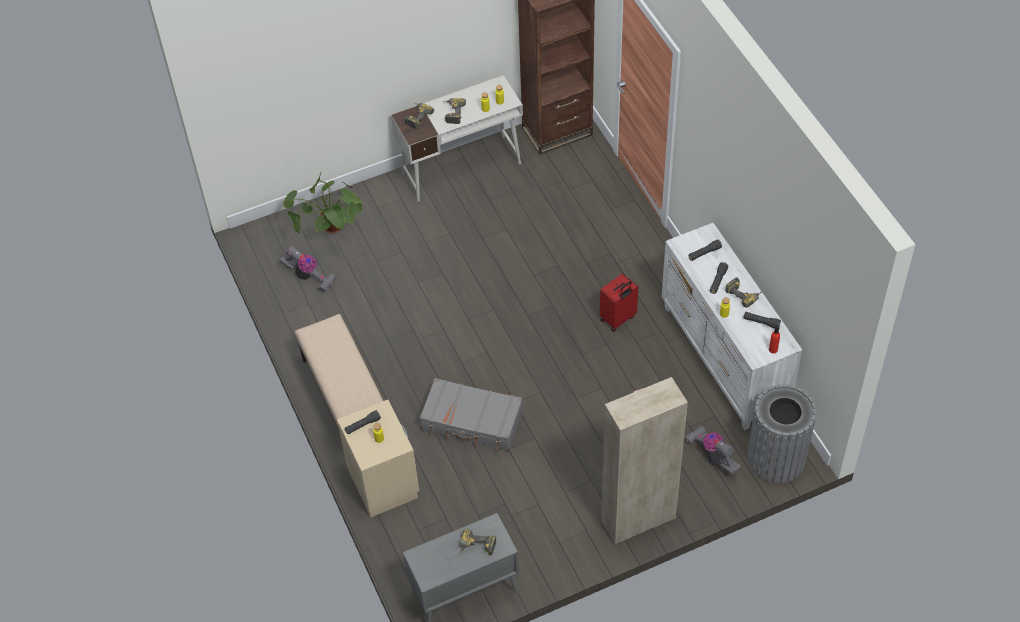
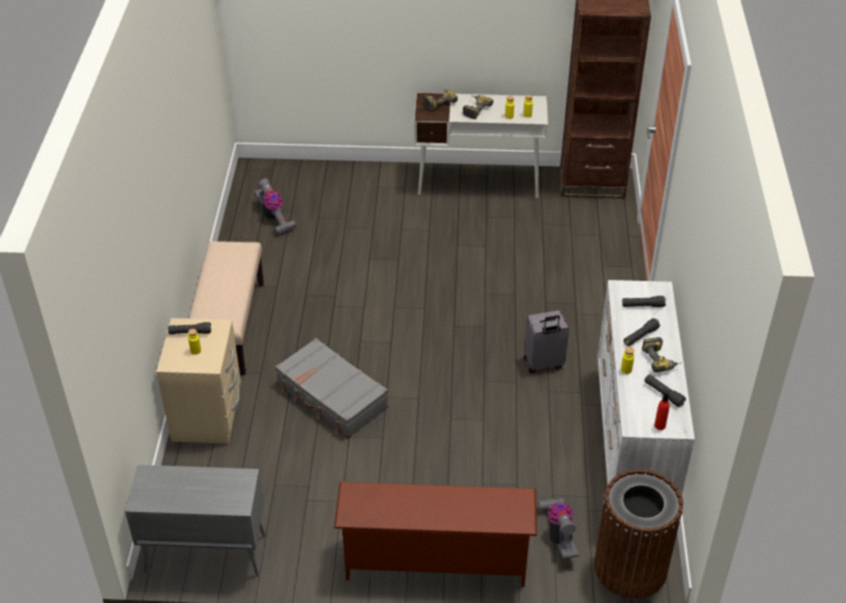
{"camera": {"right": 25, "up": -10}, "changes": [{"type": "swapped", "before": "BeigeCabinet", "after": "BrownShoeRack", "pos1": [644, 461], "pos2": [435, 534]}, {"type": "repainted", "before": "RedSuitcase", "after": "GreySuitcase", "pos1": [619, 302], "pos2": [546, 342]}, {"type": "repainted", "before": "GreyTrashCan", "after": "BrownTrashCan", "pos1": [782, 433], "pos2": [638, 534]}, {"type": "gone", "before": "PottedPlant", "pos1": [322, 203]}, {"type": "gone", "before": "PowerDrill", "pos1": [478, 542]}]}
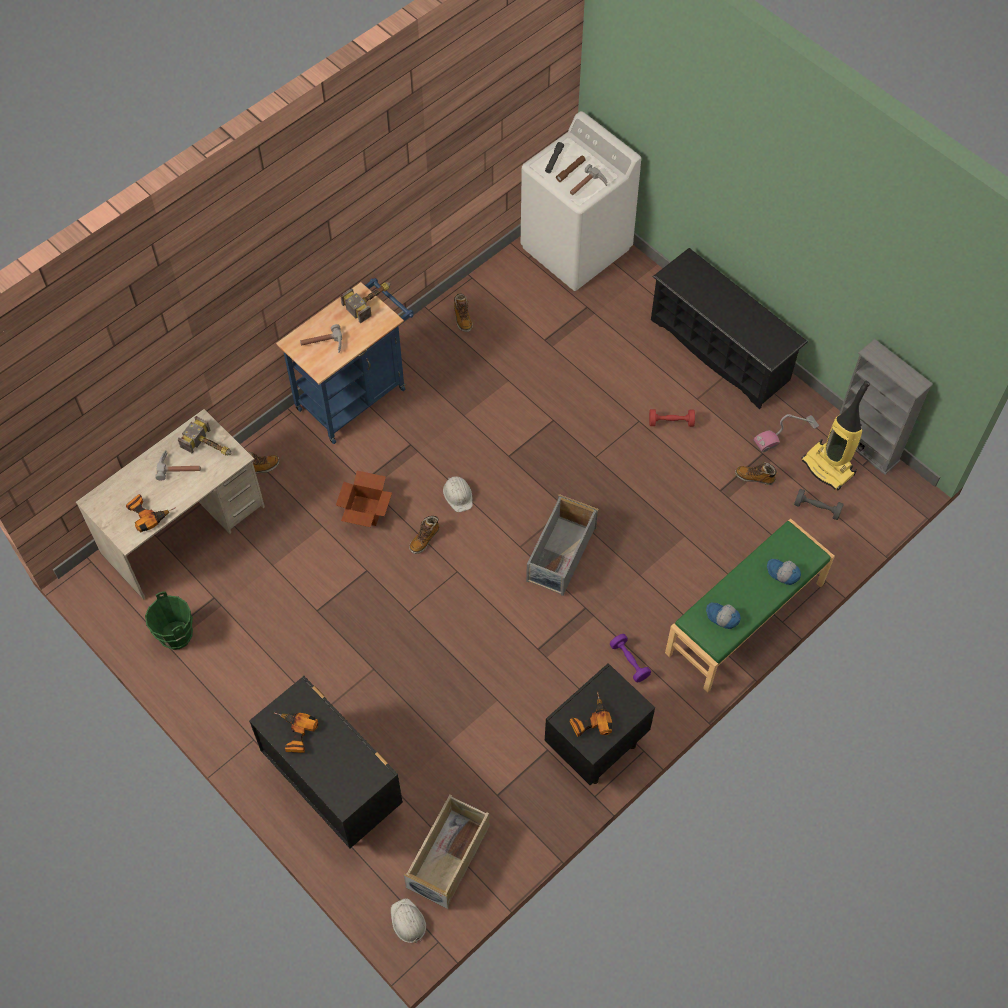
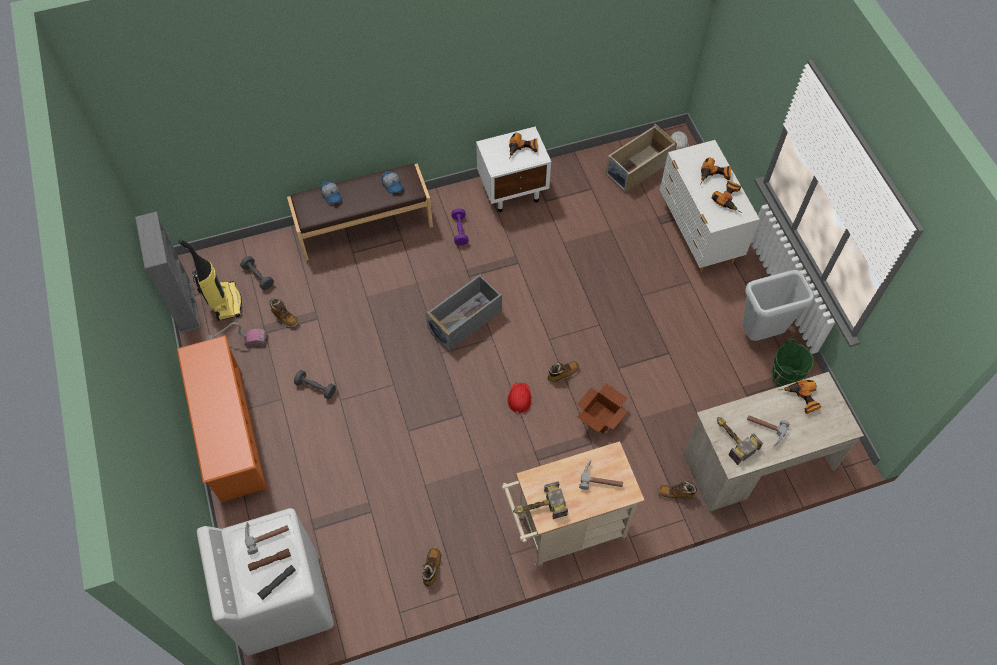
{"camera": {"right": -155, "up": 0}, "changes": [{"type": "repainted", "before": "BlackShoeRack", "after": "OrangeShoeRack", "pos1": [729, 328], "pos2": [222, 418]}, {"type": "repainted", "before": "GreenBench", "after": "BrownBench", "pos1": [750, 606], "pos2": [360, 212]}, {"type": "repainted", "before": "RedDumbbell", "after": "GreyDumbbell", "pos1": [672, 418], "pos2": [315, 384]}, {"type": "repainted", "before": "BlackNightstand", "after": "WhiteNightstand", "pos1": [600, 724], "pos2": [513, 169]}, {"type": "repainted", "before": "BlueCart", "after": "BeigeCart", "pos1": [345, 361], "pos2": [572, 503]}, {"type": "repainted", "before": "WhiteHardHat", "after": "RedHardHat", "pos1": [458, 494], "pos2": [519, 399]}, {"type": "repainted", "before": "BlackDresser", "after": "WhiteDresser", "pos1": [326, 762], "pos2": [710, 206]}, {"type": "new", "after": "PowerDrill", "pos2": [715, 171]}, {"type": "new", "after": "GreyTrashCan", "pos2": [778, 305]}]}
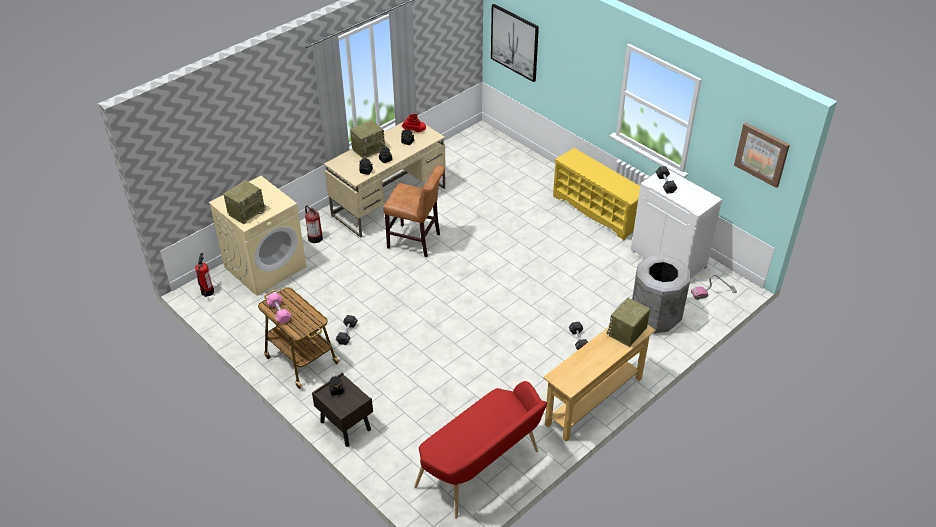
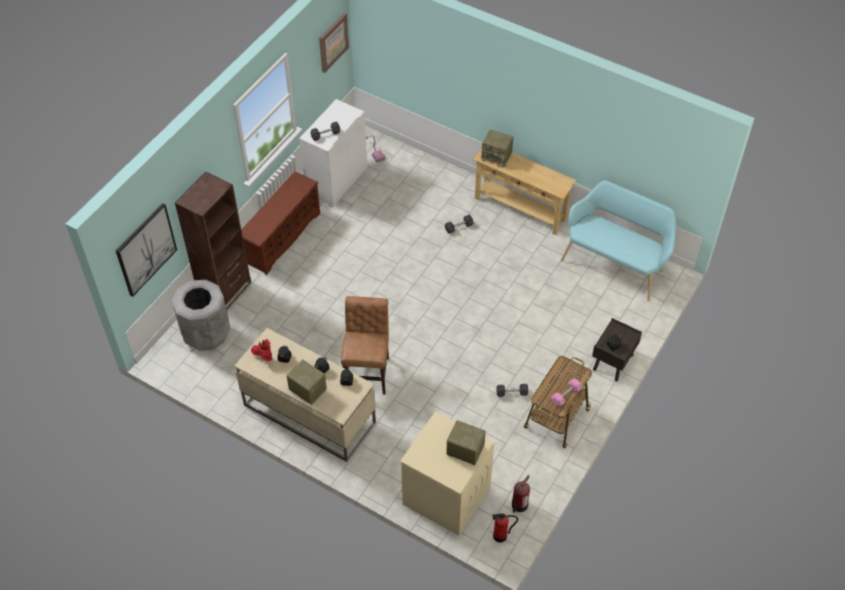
{"camera": {"right": -105, "up": 10}, "changes": [{"type": "shifted", "before": "GreyTrashCan", "pos1": [661, 294], "pos2": [201, 315]}, {"type": "new", "after": "BrownBookcase", "pos2": [213, 240]}, {"type": "repainted", "before": "YellowShoeRack", "after": "BrownShoeRack", "pos1": [596, 194], "pos2": [280, 223]}, {"type": "shifted", "before": "FireExtinguisher", "pos1": [314, 224], "pos2": [521, 493]}, {"type": "repainted", "before": "RedBench", "after": "TurquoiseBench", "pos1": [480, 449], "pos2": [618, 240]}]}
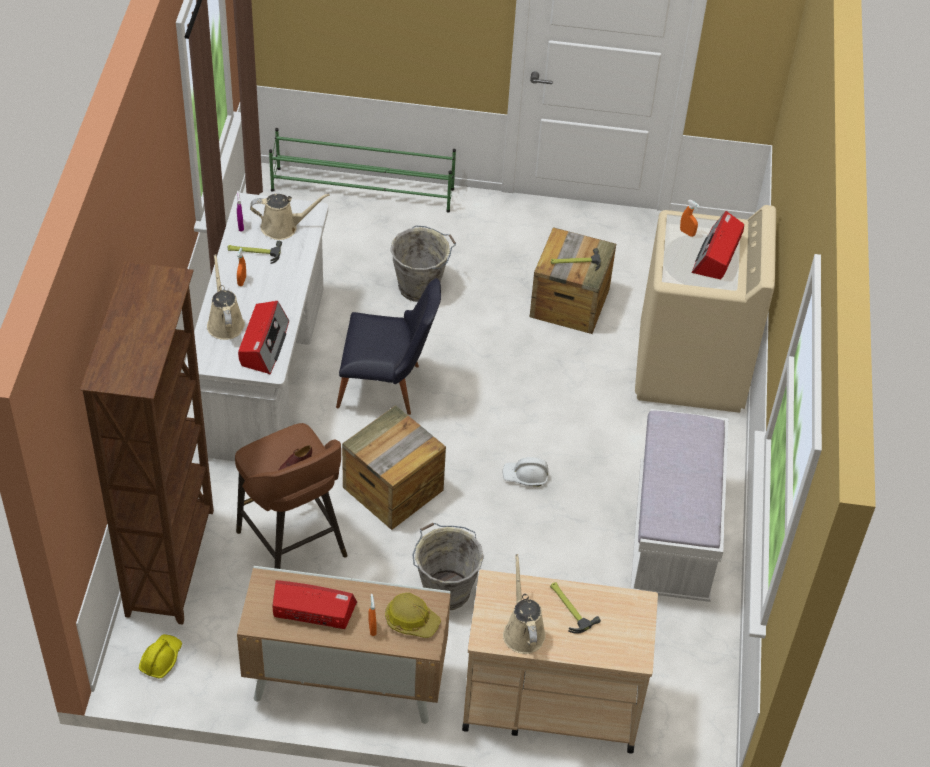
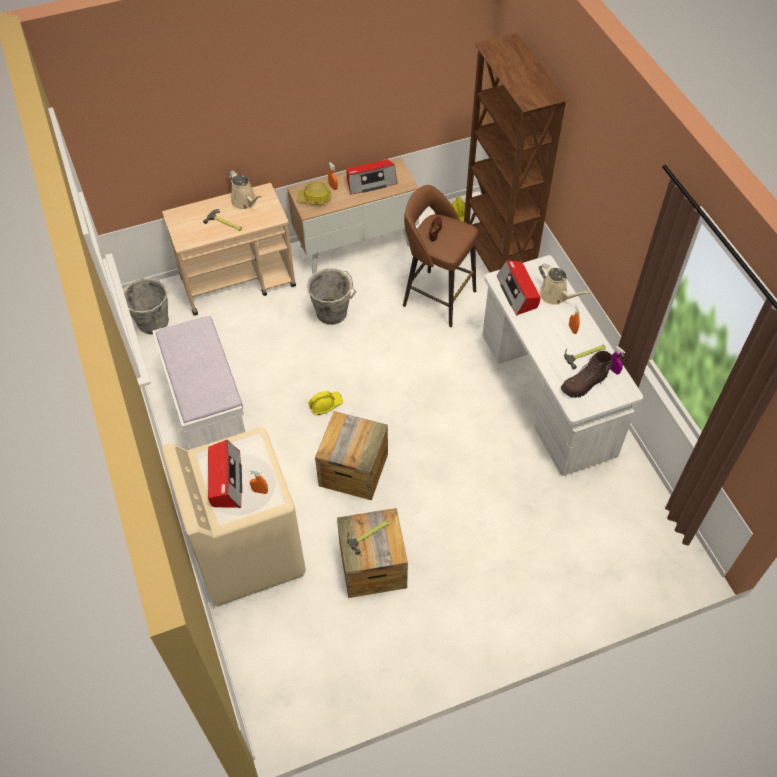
{"camera": {"right": 155, "up": 5}, "changes": [{"type": "shifted", "before": "GreyBucket", "pos1": [423, 263], "pos2": [145, 306]}, {"type": "repainted", "before": "WhiteHardHat", "after": "YellowHardHat", "pos1": [525, 471], "pos2": [325, 403]}, {"type": "shifted", "before": "Crate", "pos1": [394, 467], "pos2": [351, 455]}, {"type": "swapped", "before": "BeigeWateringCan", "after": "BrownBoot", "pos1": [290, 217], "pos2": [587, 374]}, {"type": "gone", "before": "GreenShoeRack", "pos1": [362, 170]}, {"type": "gone", "before": "BlackChair", "pos1": [388, 346]}]}
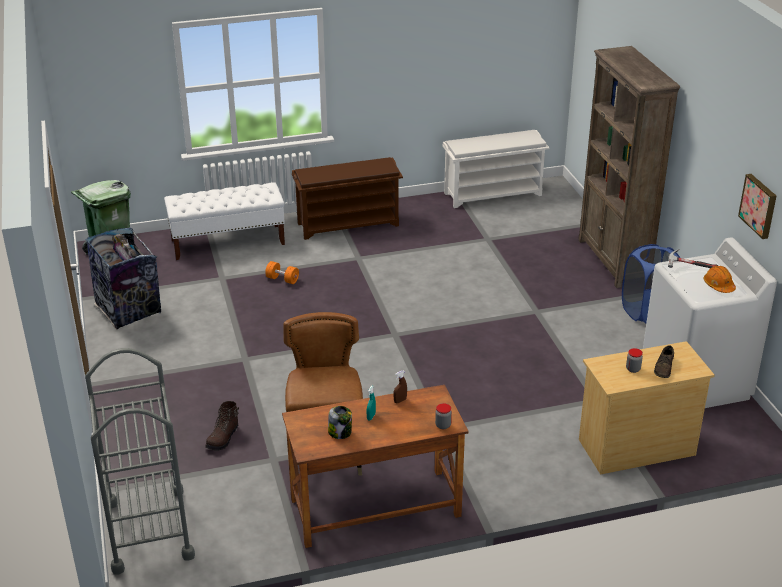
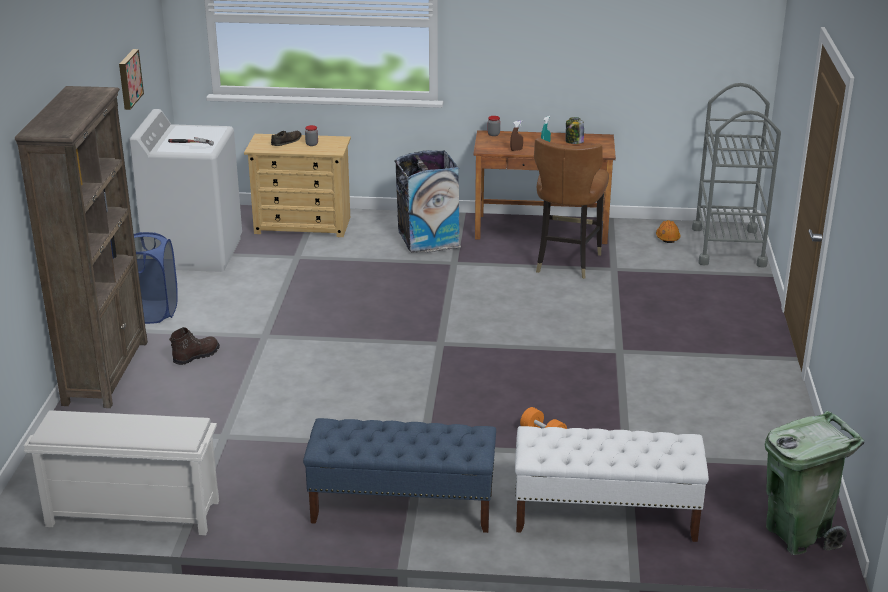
{"camera": {"right": -160, "up": -5}, "changes": [{"type": "shifted", "before": "BrownBoot", "pos1": [222, 426], "pos2": [194, 346]}, {"type": "swapped", "before": "BrownShoeRack", "after": "BlueBench", "pos1": [347, 198], "pos2": [399, 475]}, {"type": "shifted", "before": "TrashCan", "pos1": [123, 278], "pos2": [427, 201]}, {"type": "shifted", "before": "OrangeHardHat", "pos1": [720, 279], "pos2": [668, 231]}]}
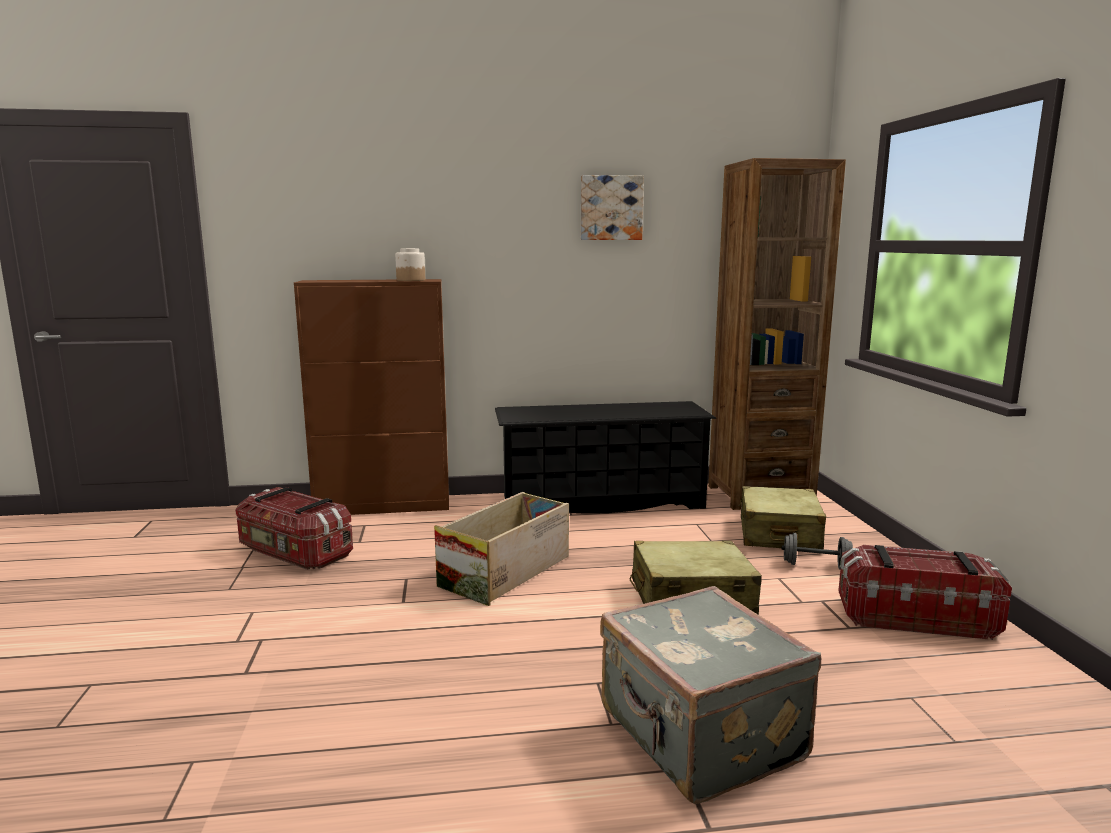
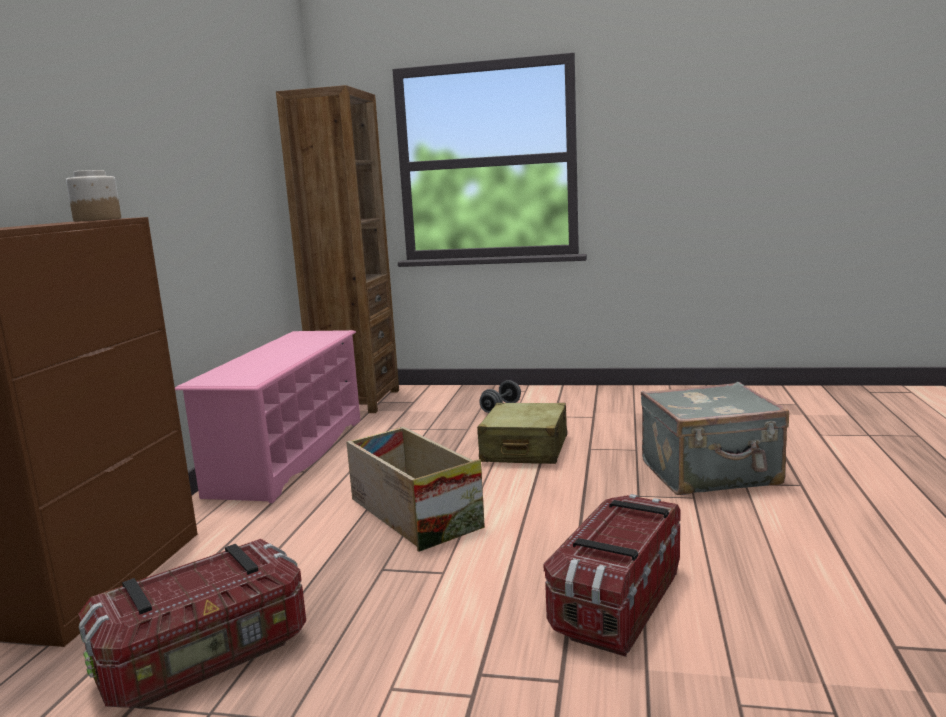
{"camera": {"right": -70, "up": 0}, "changes": [{"type": "repainted", "before": "BlackShoeRack", "after": "PinkShoeRack", "pos1": [605, 457], "pos2": [268, 416]}, {"type": "shifted", "before": "StorageBox", "pos1": [925, 592], "pos2": [612, 575]}, {"type": "gone", "before": "Picture", "pos1": [612, 207]}, {"type": "gone", "before": "BeigeSuitcase", "pos1": [782, 517]}]}
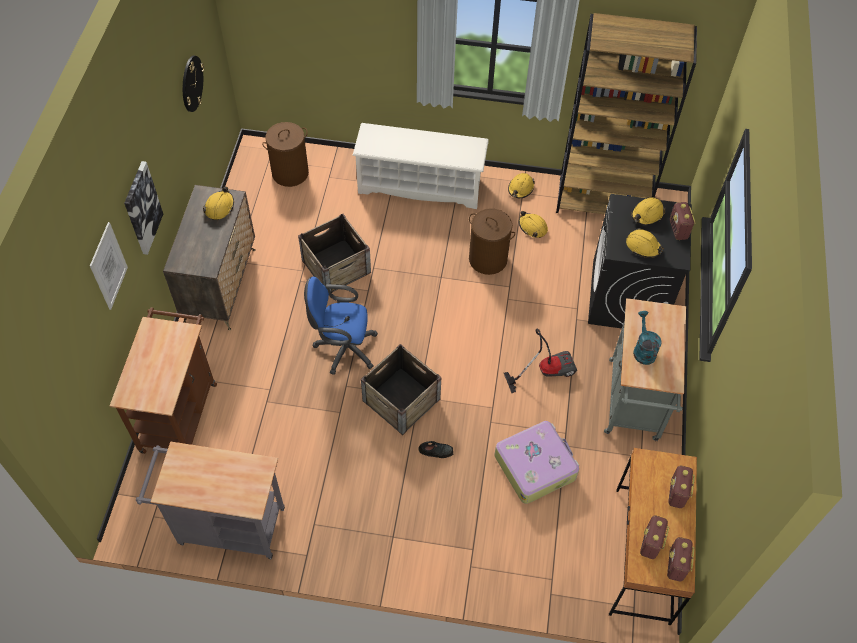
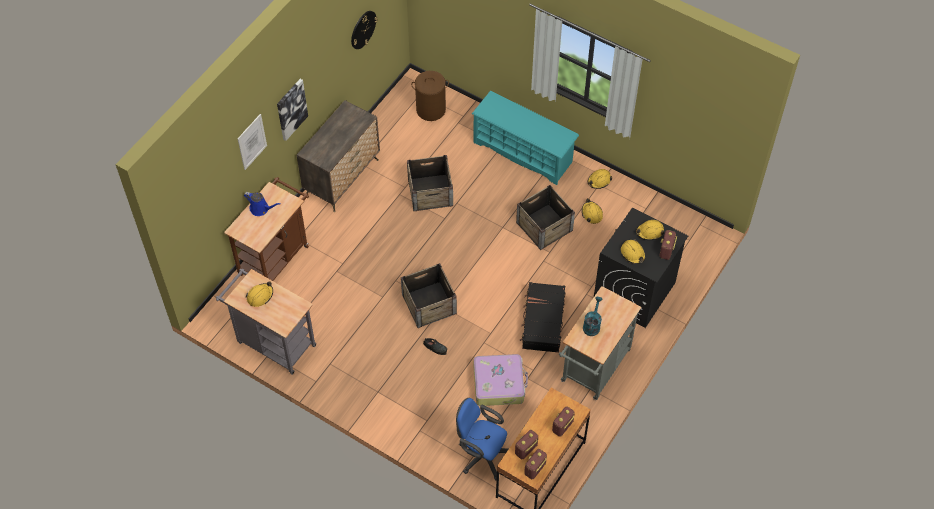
{"camera": {"right": 25, "up": 0}, "changes": [{"type": "new", "after": "BlueWateringCan", "pos2": [262, 204]}, {"type": "shifted", "before": "YellowHardHat", "pos1": [218, 203], "pos2": [259, 294]}, {"type": "shifted", "before": "BlueOfficeChair", "pos1": [341, 326], "pos2": [482, 439]}, {"type": "repainted", "before": "WhiteShoeRack", "after": "TurquoiseShoeRack", "pos1": [420, 166], "pos2": [525, 138]}, {"type": "swapped", "before": "BrownLaundryBasket", "after": "Crate", "pos1": [492, 241], "pos2": [545, 217]}, {"type": "swapped", "before": "VacuumCleaner", "after": "BlackSuitcase", "pos1": [540, 361], "pos2": [542, 317]}, {"type": "gone", "before": "BrownBookcase", "pos1": [626, 114]}]}
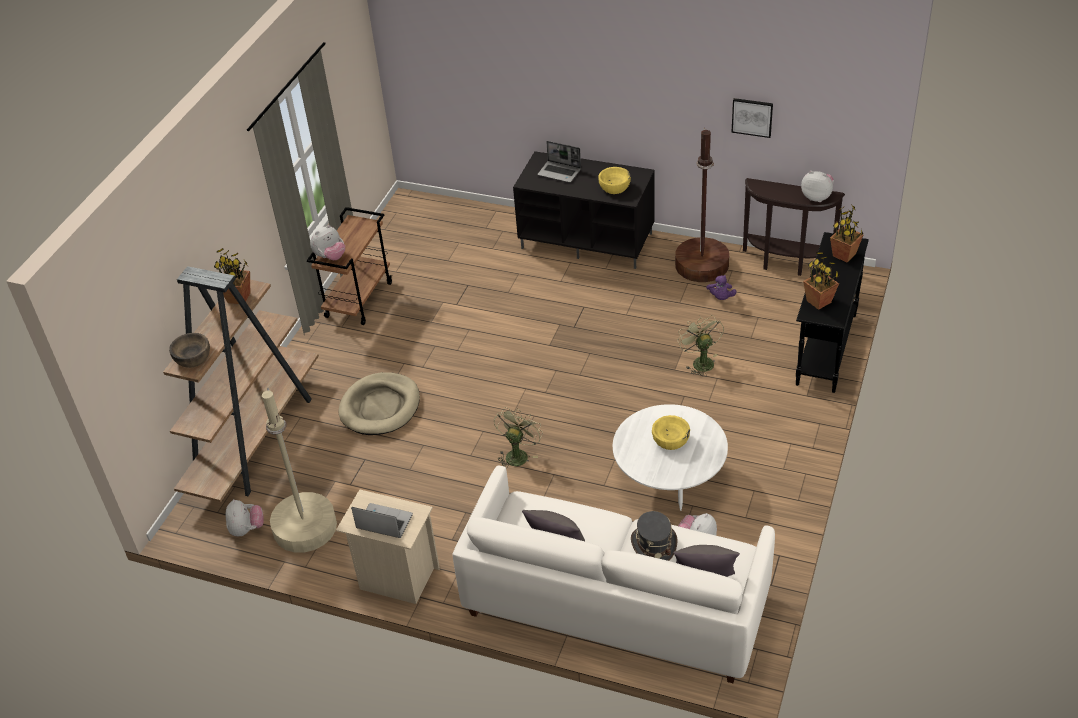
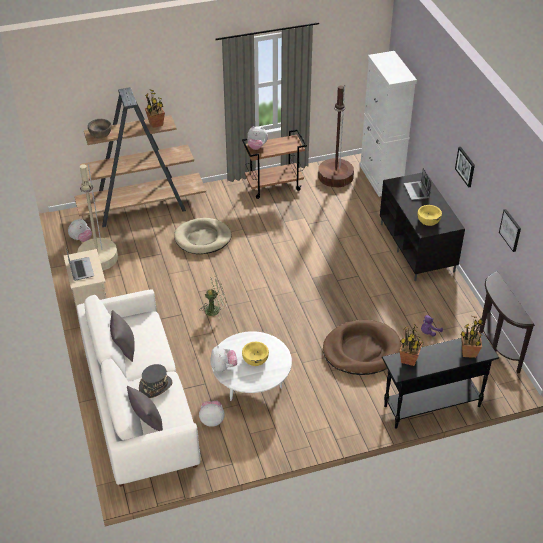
{"camera": {"right": 50, "up": 0}, "changes": [{"type": "shifted", "before": "PlushToy", "pos1": [817, 186], "pos2": [223, 358]}, {"type": "shifted", "before": "BrownFloorLamp", "pos1": [702, 205], "pos2": [336, 136]}, {"type": "swapped", "before": "GreenFan", "after": "BrownDogBed", "pos1": [700, 346], "pos2": [362, 347]}, {"type": "new", "after": "WhiteCabinet", "pos2": [388, 124]}, {"type": "new", "after": "Picture", "pos2": [465, 167]}]}
